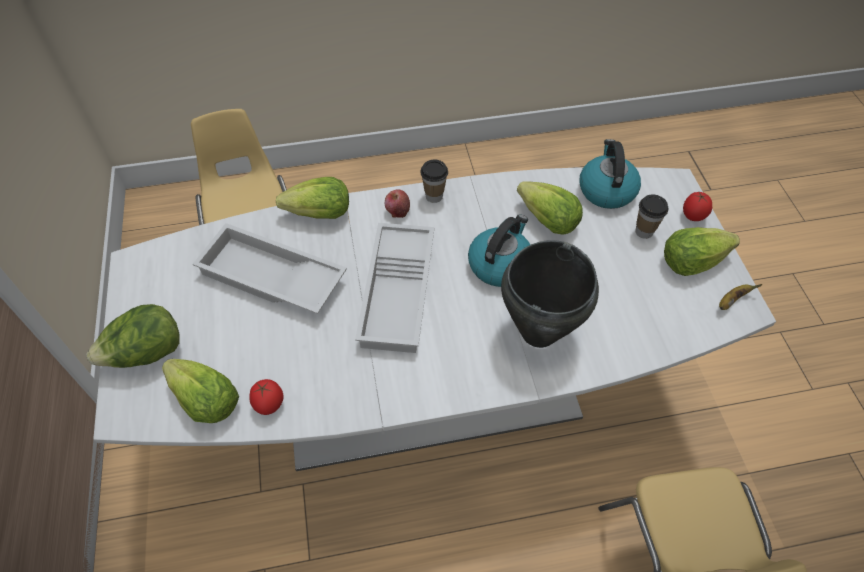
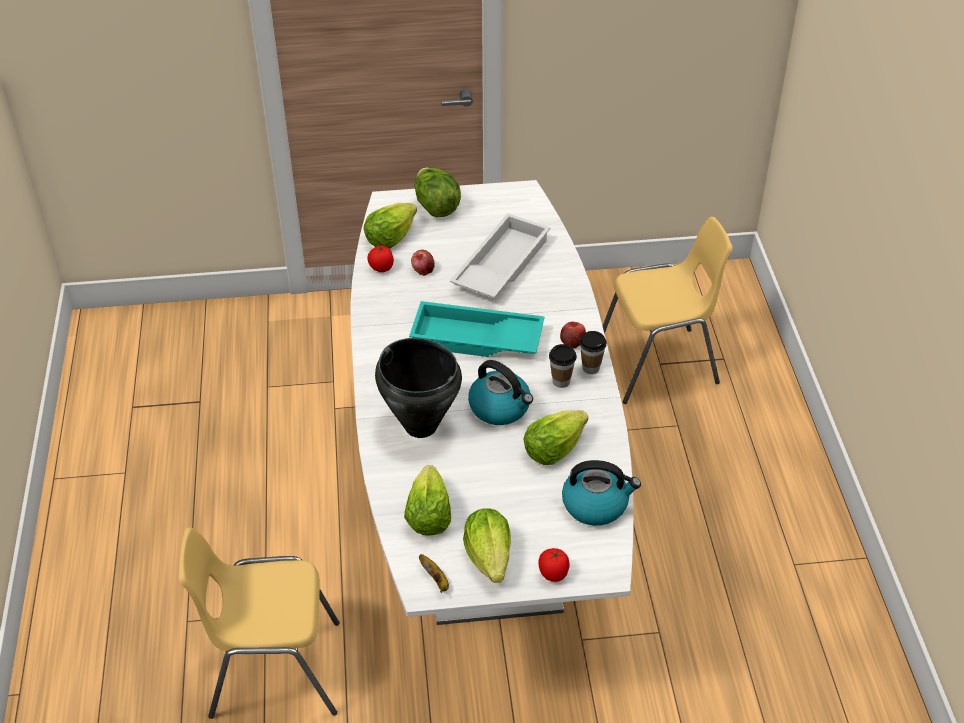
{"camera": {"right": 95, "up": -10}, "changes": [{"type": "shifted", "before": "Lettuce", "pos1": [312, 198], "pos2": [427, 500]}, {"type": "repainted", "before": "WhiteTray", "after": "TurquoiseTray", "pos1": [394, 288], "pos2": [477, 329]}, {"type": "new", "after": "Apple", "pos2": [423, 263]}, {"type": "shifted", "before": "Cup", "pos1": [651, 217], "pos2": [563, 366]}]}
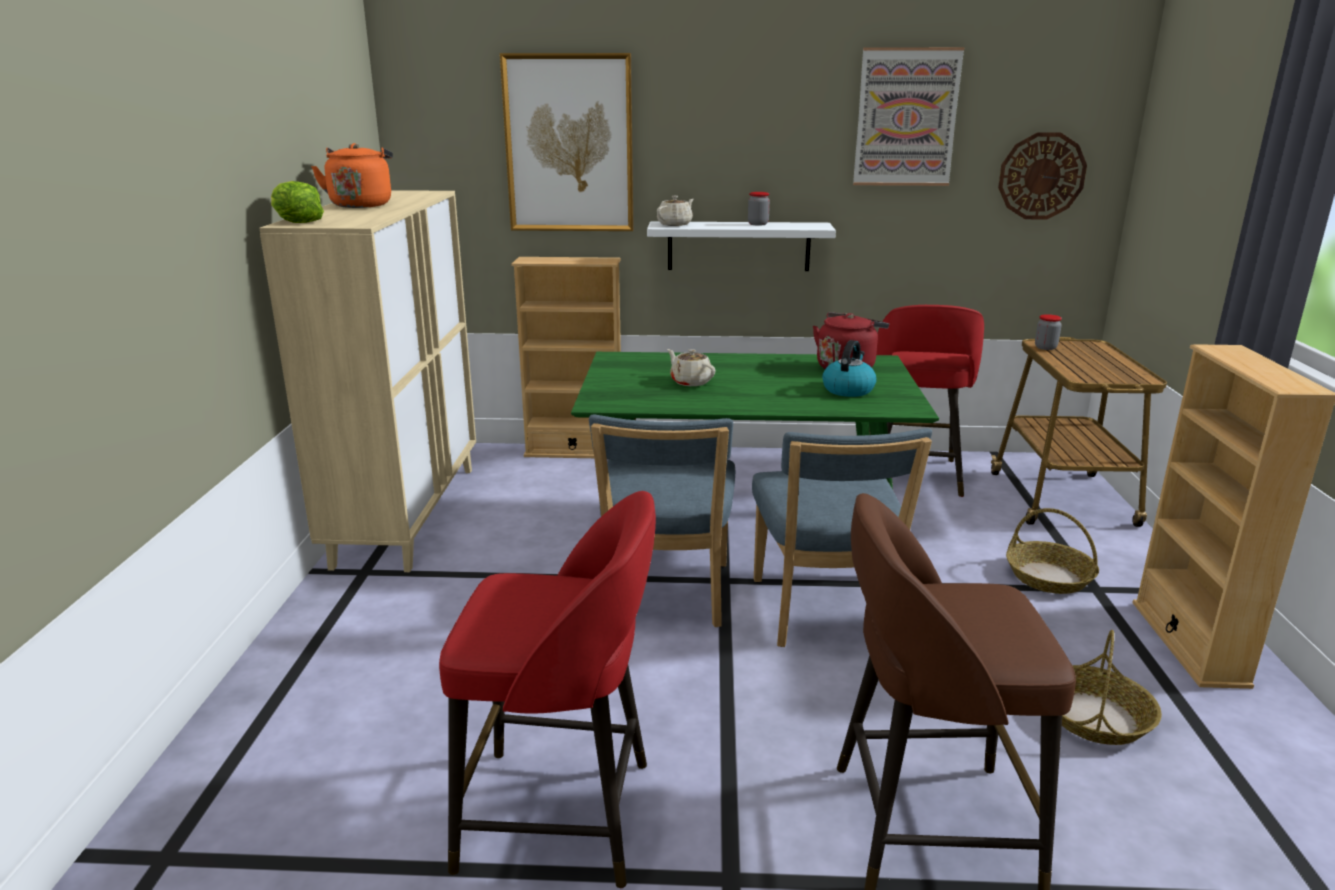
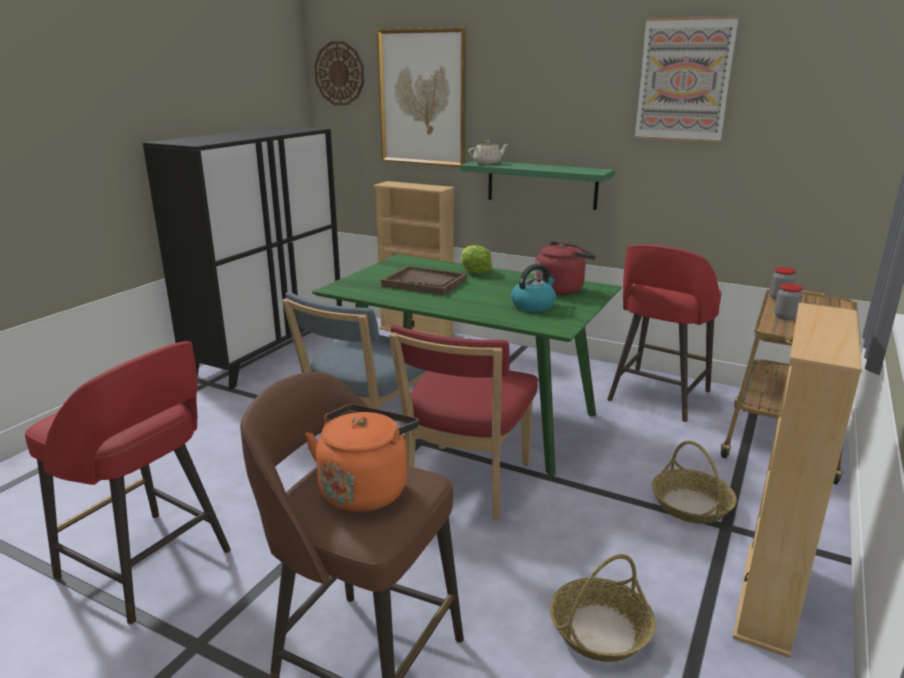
{"camera": {"right": 25, "up": 0}, "changes": [{"type": "repainted", "before": "BeigeCabinet", "after": "BlackCabinet", "pos1": [368, 381], "pos2": [242, 257]}, {"type": "shifted", "before": "OrangeKettle", "pos1": [352, 175], "pos2": [362, 458]}, {"type": "shifted", "before": "WallClock", "pos1": [1042, 175], "pos2": [339, 73]}, {"type": "swapped", "before": "BeigeTeapot", "after": "BrownTray", "pos1": [691, 367], "pos2": [424, 281]}, {"type": "repainted", "before": "BlueChair", "after": "RedChair", "pos1": [842, 537], "pos2": [463, 422]}, {"type": "repainted", "before": "WhiteShelf", "after": "GreenShelf", "pos1": [741, 246], "pos2": [537, 185]}, {"type": "shifted", "before": "Lettuce", "pos1": [297, 202], "pos2": [477, 259]}, {"type": "shifted", "before": "Jar", "pos1": [759, 209], "pos2": [788, 302]}]}
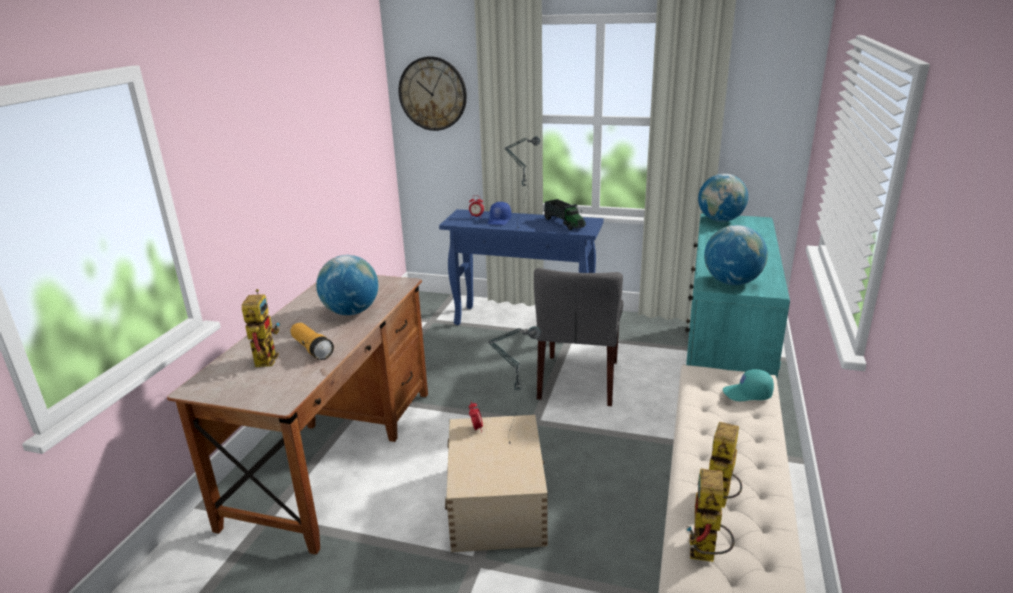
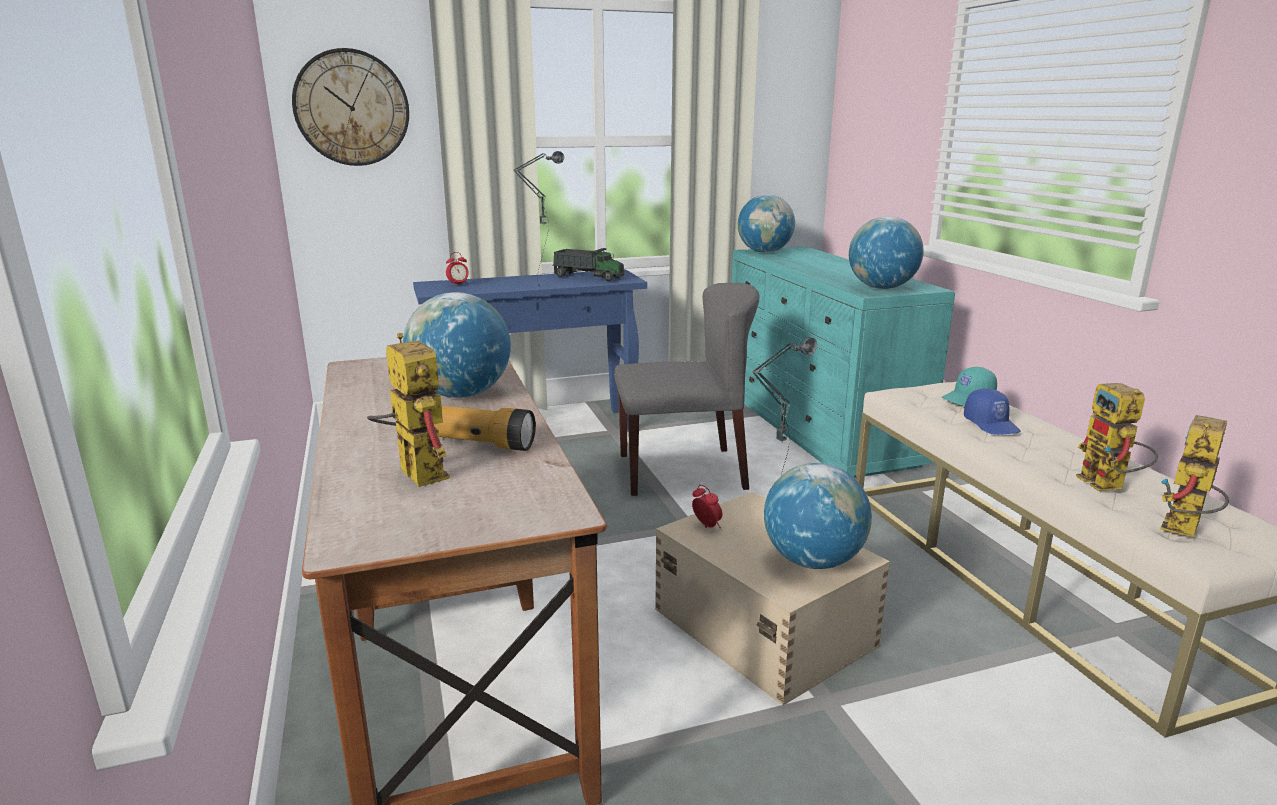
{"camera": {"right": -35, "up": -5}, "changes": [{"type": "rotated", "before": "GreyChair", "pos1": [578, 337], "pos2": [687, 389], "turn": -75}, {"type": "new", "after": "Globe", "pos2": [818, 516]}, {"type": "shifted", "before": "BlueCap", "pos1": [499, 213], "pos2": [992, 411]}, {"type": "rotated", "before": "ToyRobot", "pos1": [710, 515], "pos2": [1194, 476], "turn": 60}]}
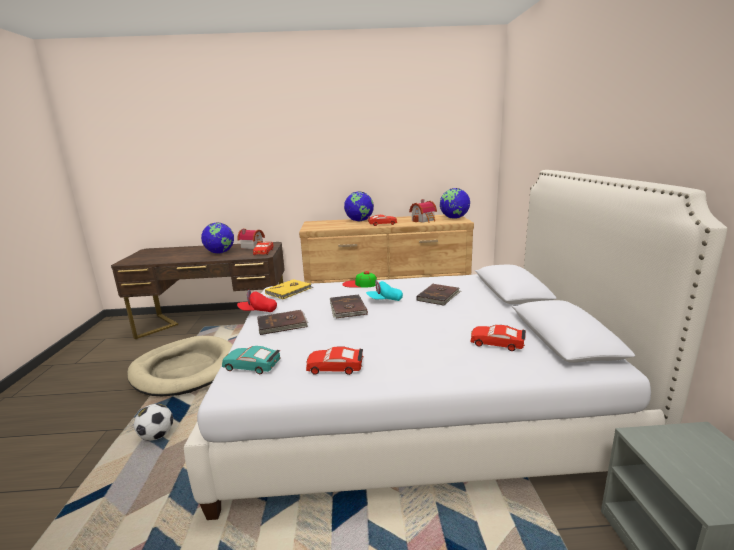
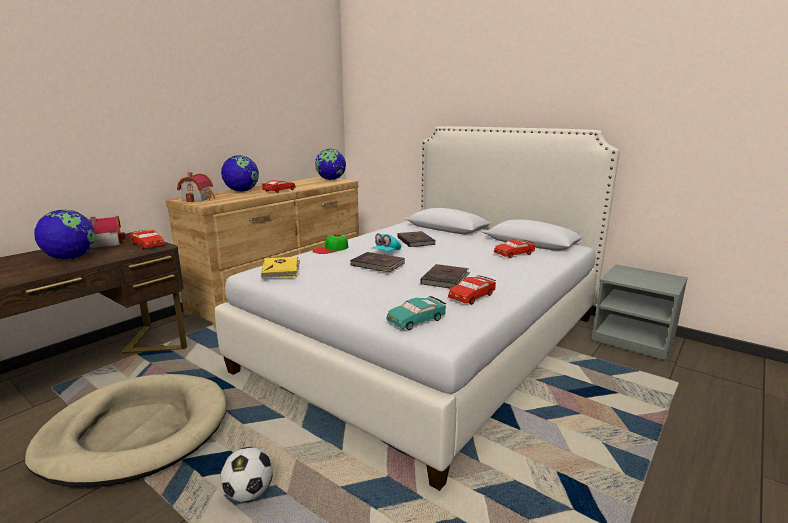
{"camera": {"right": -50, "up": 0}, "changes": [{"type": "shifted", "before": "ToyHouse", "pos1": [423, 211], "pos2": [196, 187]}, {"type": "shifted", "before": "BrownBook", "pos1": [282, 322], "pos2": [445, 276]}, {"type": "gone", "before": "RedCap", "pos1": [257, 301]}]}
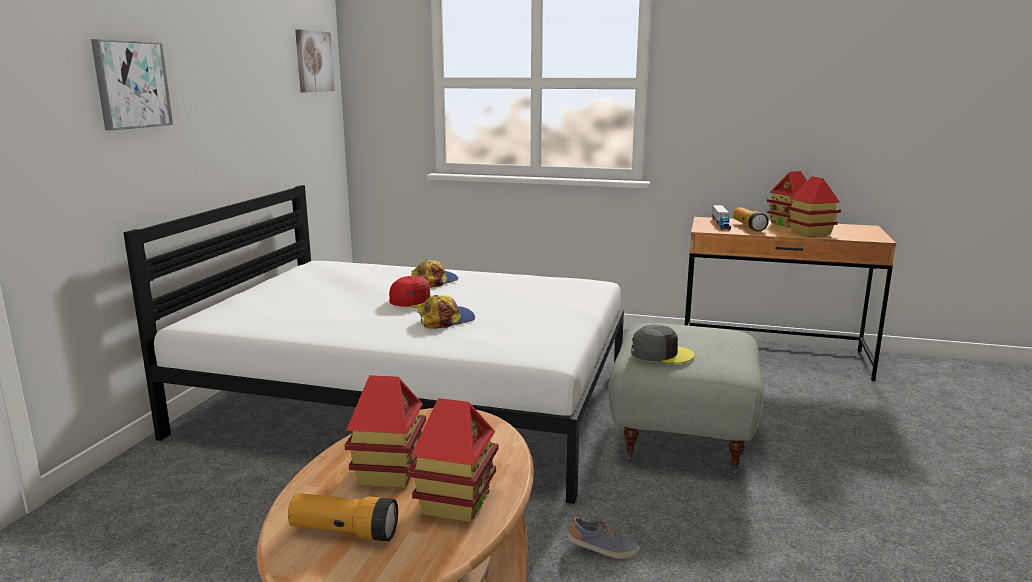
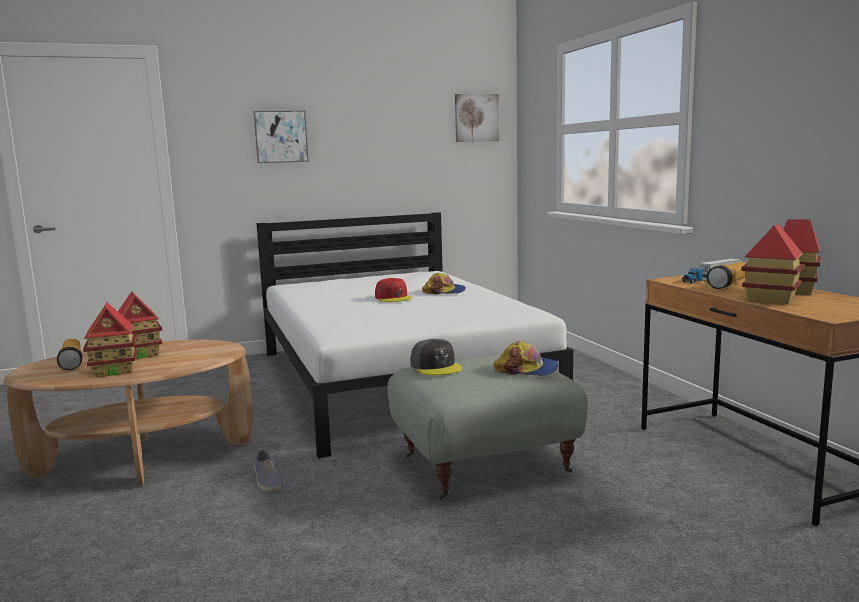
{"camera": {"right": 55, "up": -5}, "changes": [{"type": "shifted", "before": "Cap", "pos1": [446, 312], "pos2": [526, 358]}]}
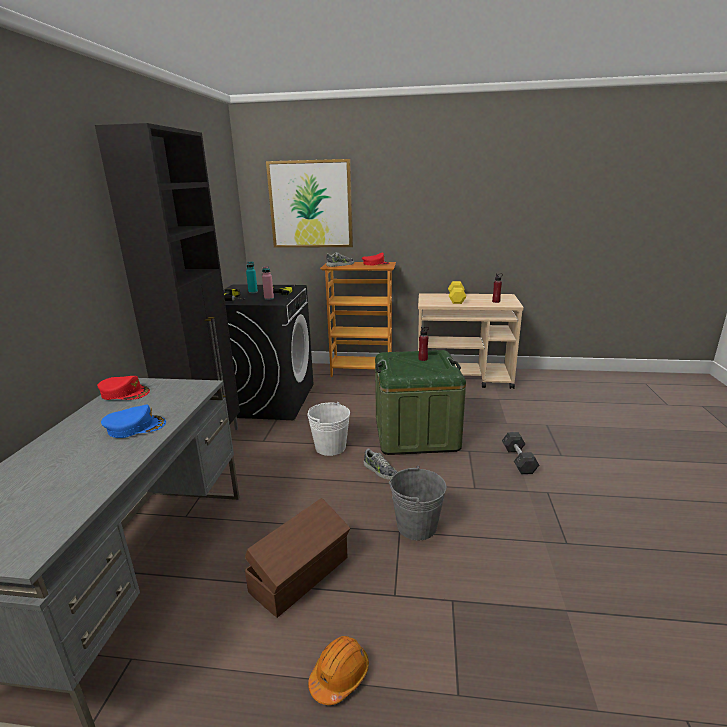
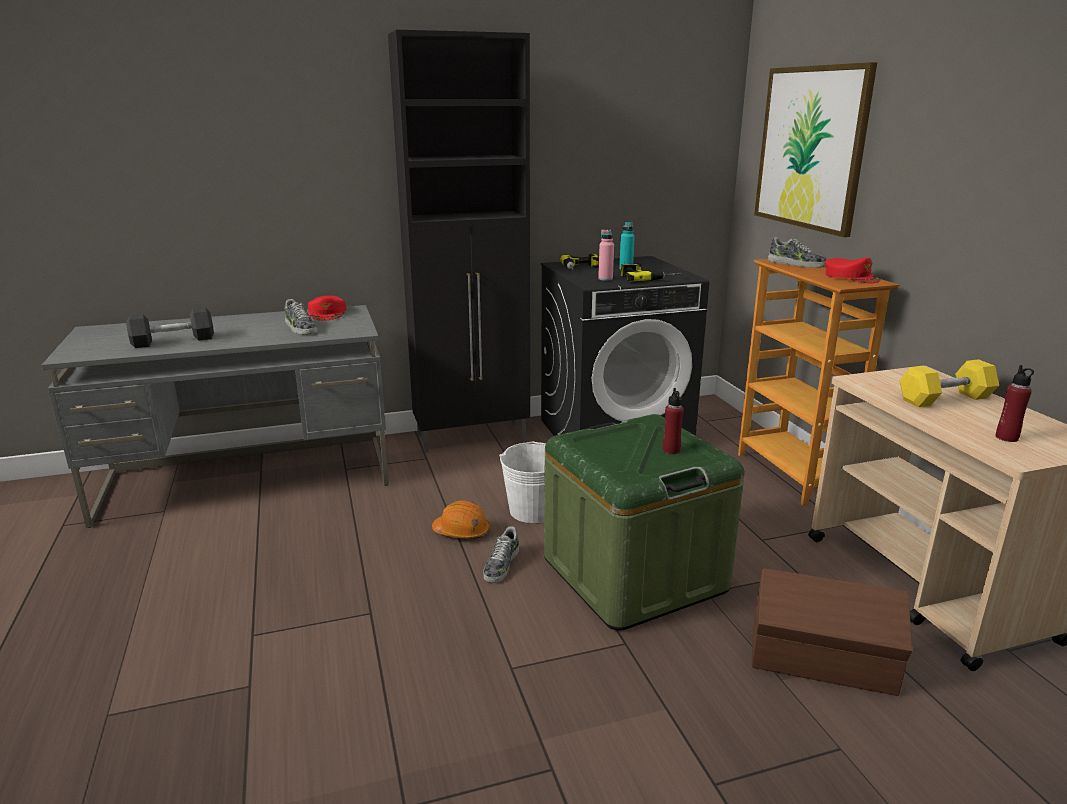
{"camera": {"right": 65, "up": 0}, "changes": [{"type": "shifted", "before": "GreyDumbbell", "pos1": [520, 453], "pos2": [170, 328]}, {"type": "new", "after": "Shoe", "pos2": [301, 317]}, {"type": "shifted", "before": "OrangeHardHat", "pos1": [338, 670], "pos2": [461, 519]}, {"type": "shifted", "before": "BrownStorageBox", "pos1": [297, 558], "pos2": [832, 632]}, {"type": "gone", "before": "BlueCap", "pos1": [133, 421]}, {"type": "gone", "before": "GreyBucket", "pos1": [417, 503]}]}
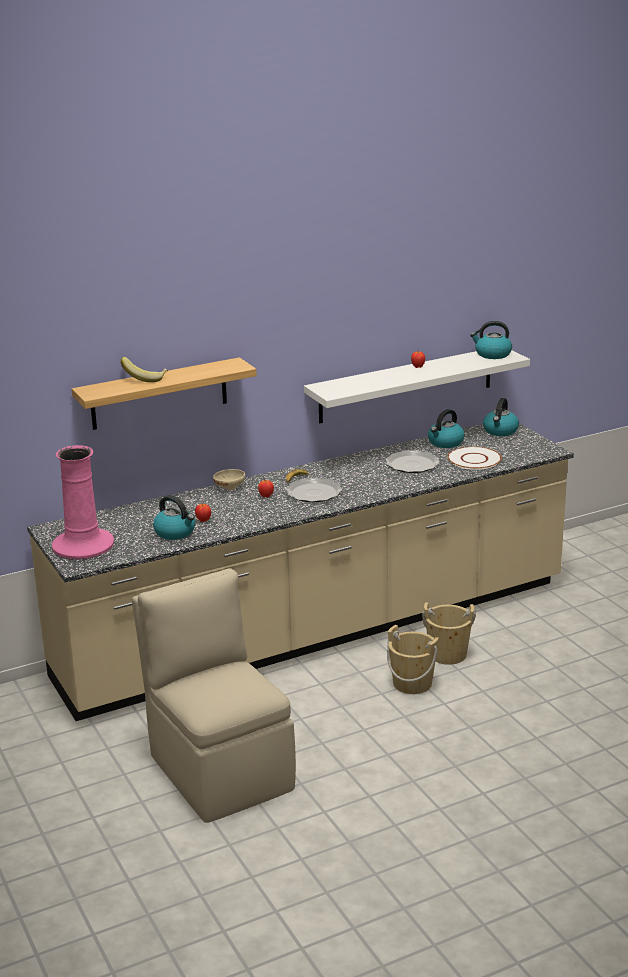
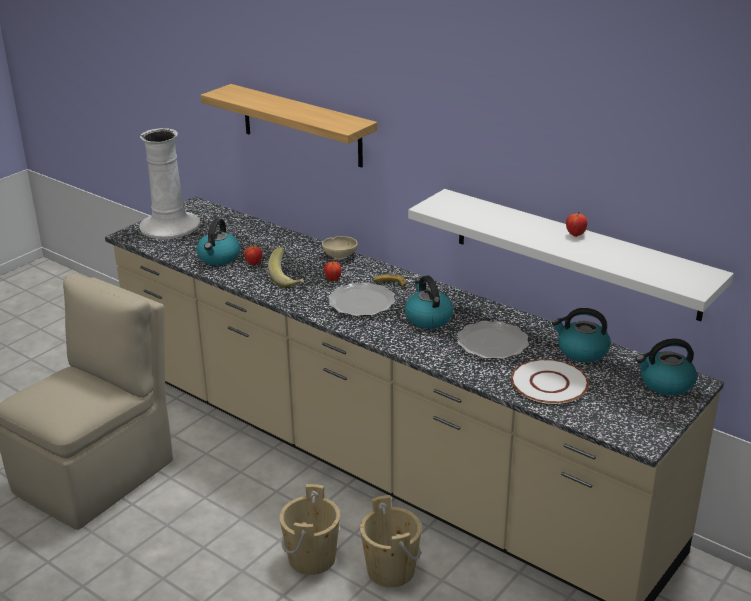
{"camera": {"right": 65, "up": 5}, "changes": [{"type": "repainted", "before": "PinkVase", "after": "WhiteVase", "pos1": [83, 502], "pos2": [169, 183]}, {"type": "shifted", "before": "Banana", "pos1": [144, 370], "pos2": [285, 267]}, {"type": "shifted", "before": "Kettle", "pos1": [491, 340], "pos2": [429, 302]}]}
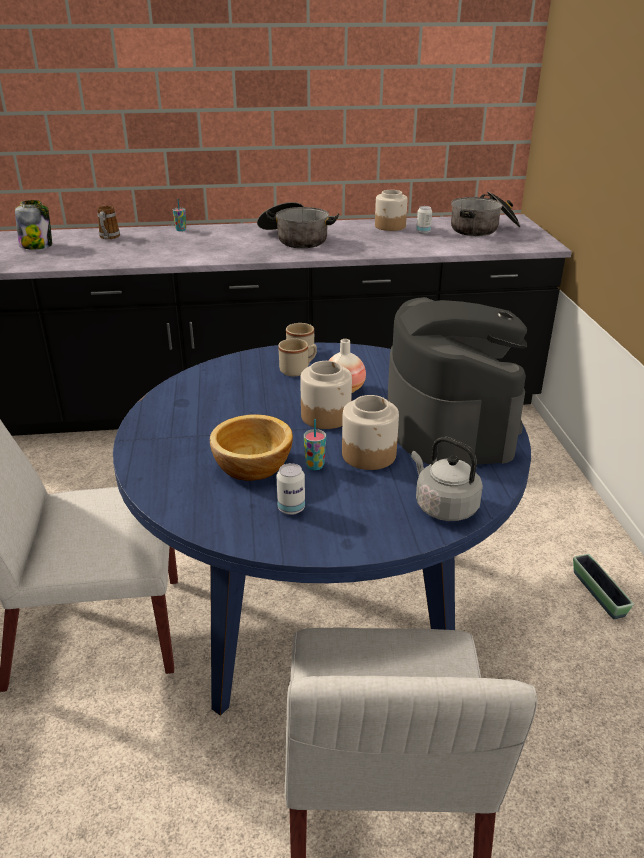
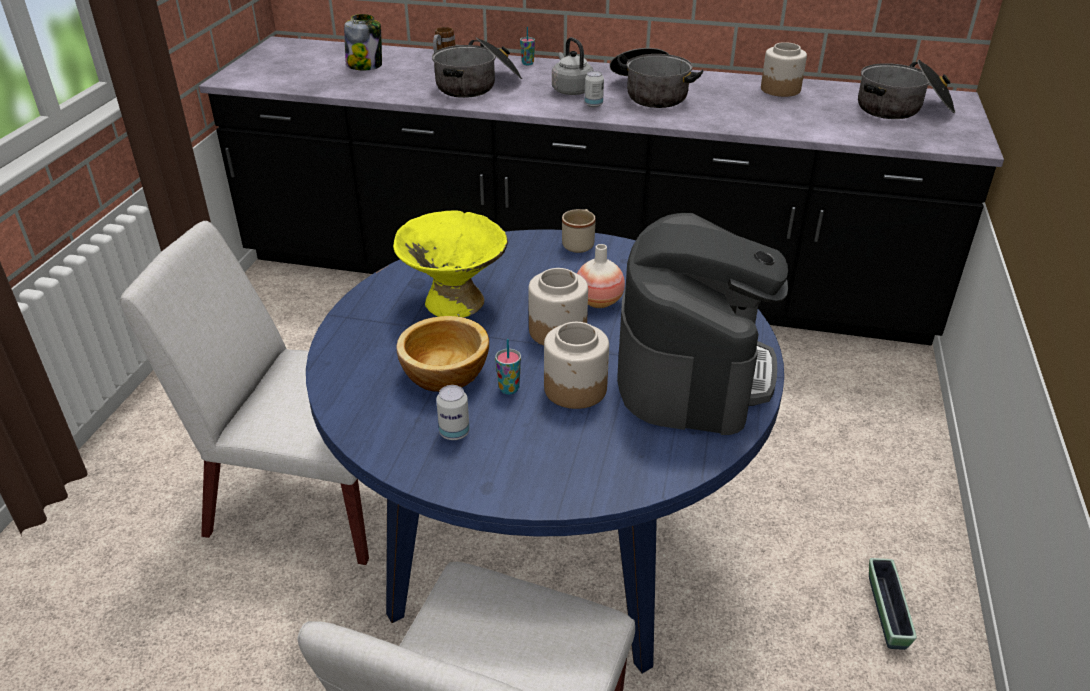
{"camera": {"right": 20, "up": 5}, "changes": [{"type": "new", "after": "YellowBowl", "pos2": [450, 263]}, {"type": "new", "after": "CookingPot", "pos2": [477, 67]}, {"type": "shifted", "before": "GreyKettle", "pos1": [447, 479], "pos2": [572, 66]}, {"type": "shifted", "before": "Can", "pos1": [424, 220], "pos2": [594, 89]}, {"type": "gone", "before": "BeigeMug", "pos1": [297, 357]}]}
